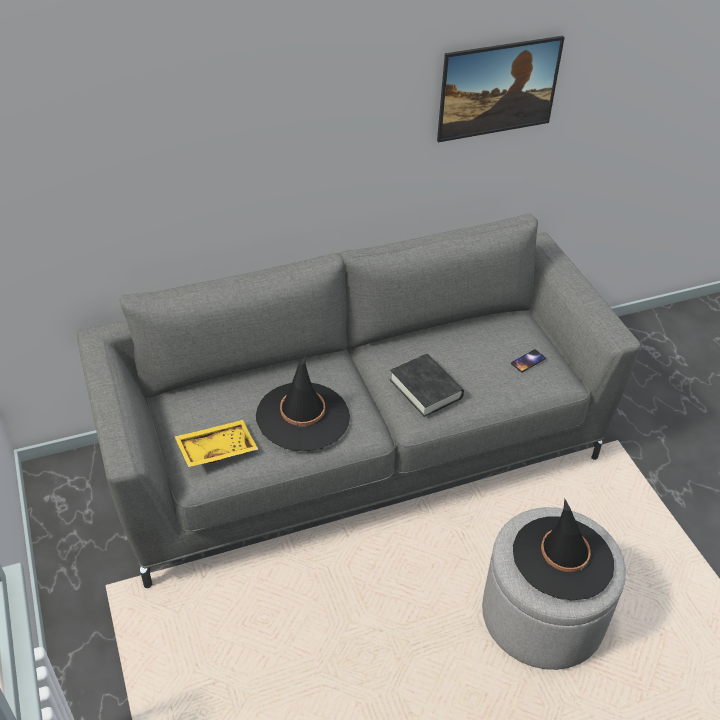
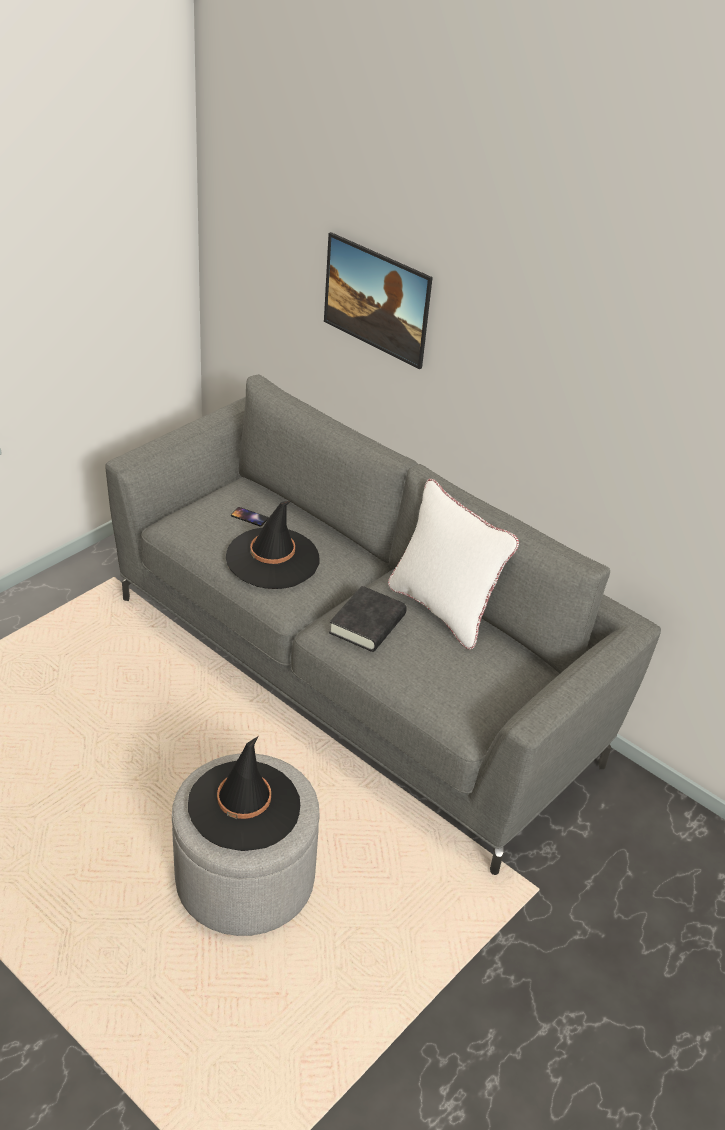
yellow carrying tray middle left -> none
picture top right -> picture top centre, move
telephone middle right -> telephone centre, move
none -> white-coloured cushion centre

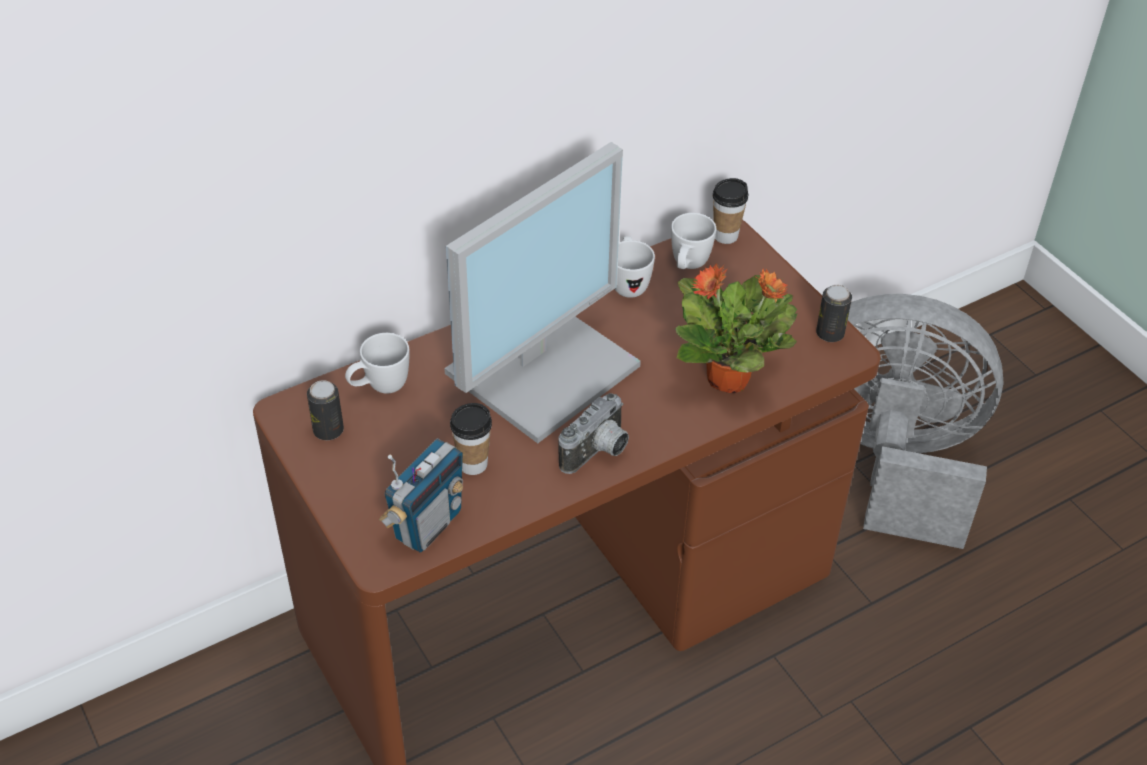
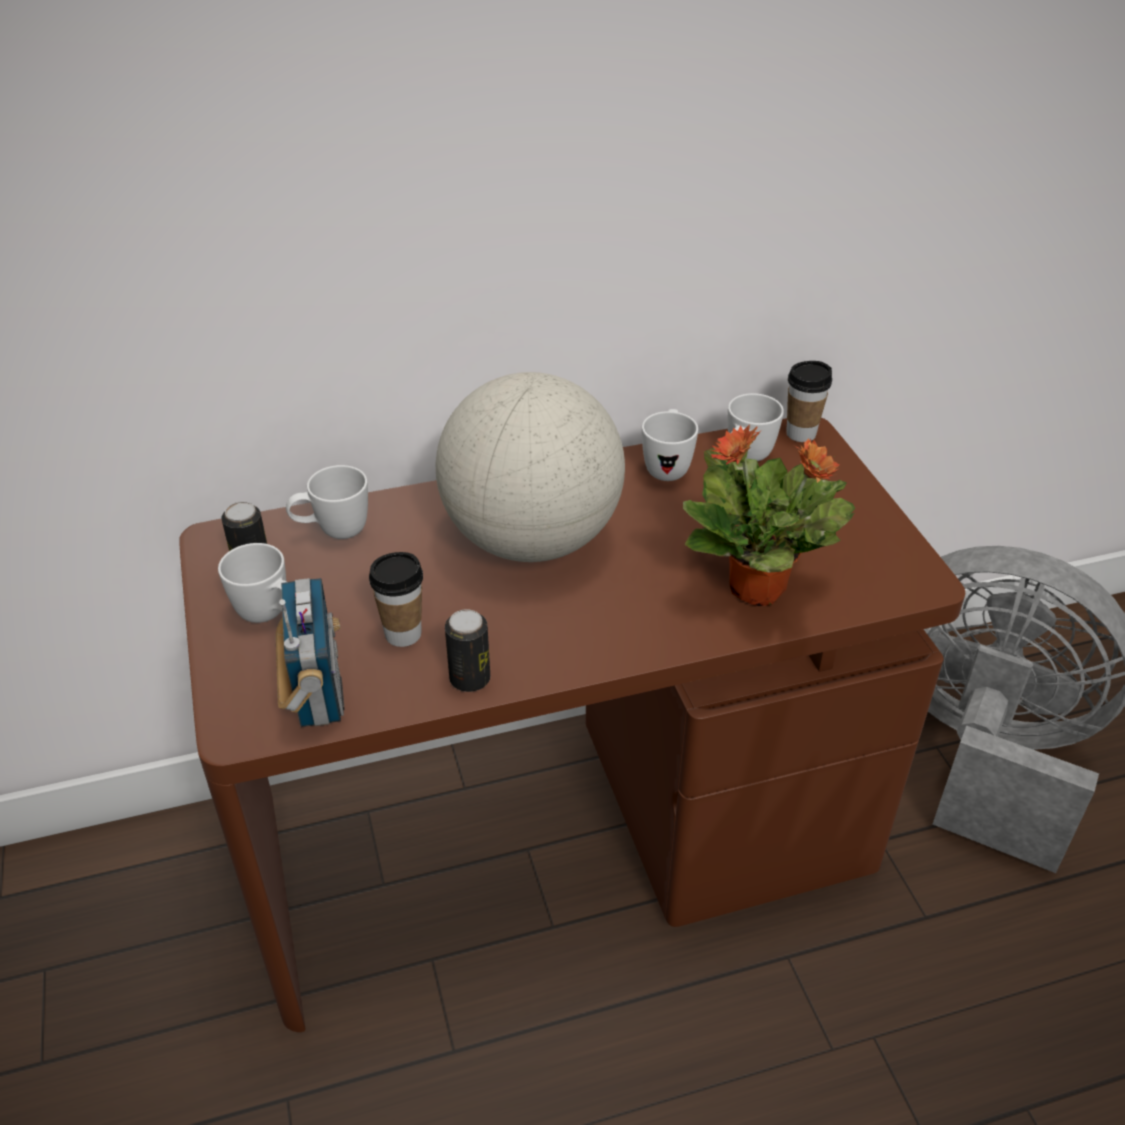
radio set centre -> radio set middle left, 60 degrees counterclockwise
computer screen centre -> desk globe centre
photo camera centre -> none
metal can (2nd from left) middle right -> metal can (2nd from left) centre, move
none -> white-coloured tea mug (1st from left) middle left

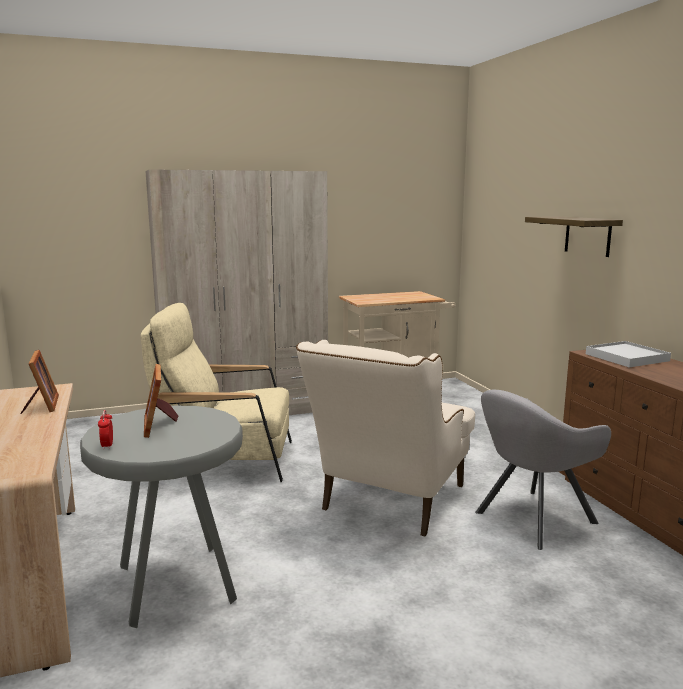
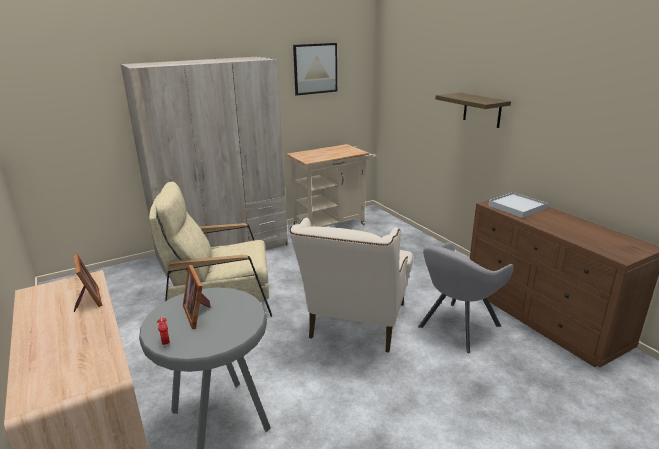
none -> picture top centre

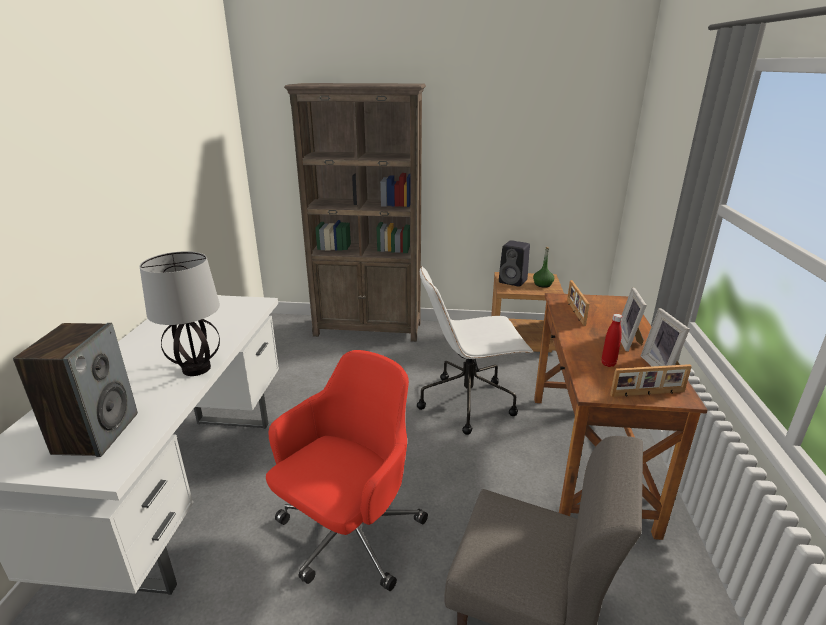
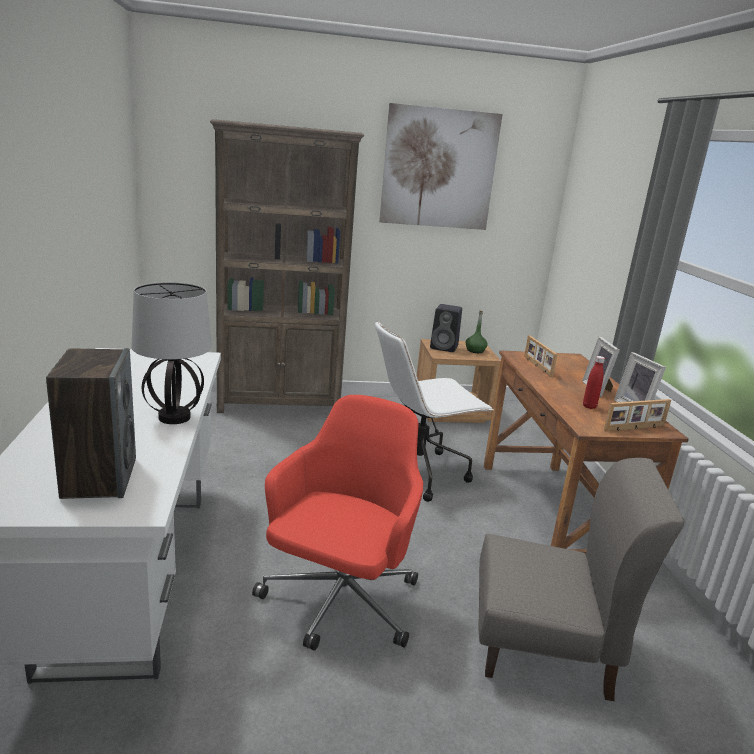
none -> picture top centre

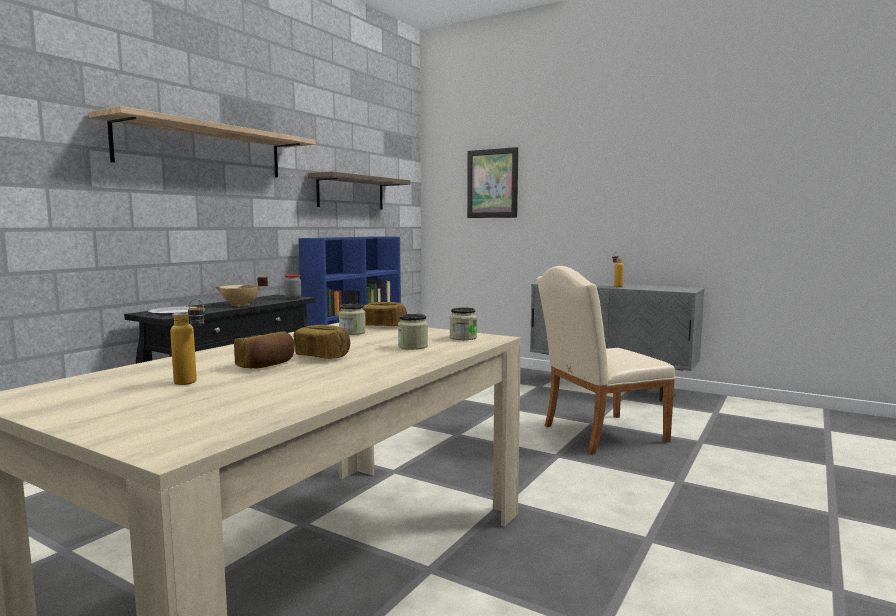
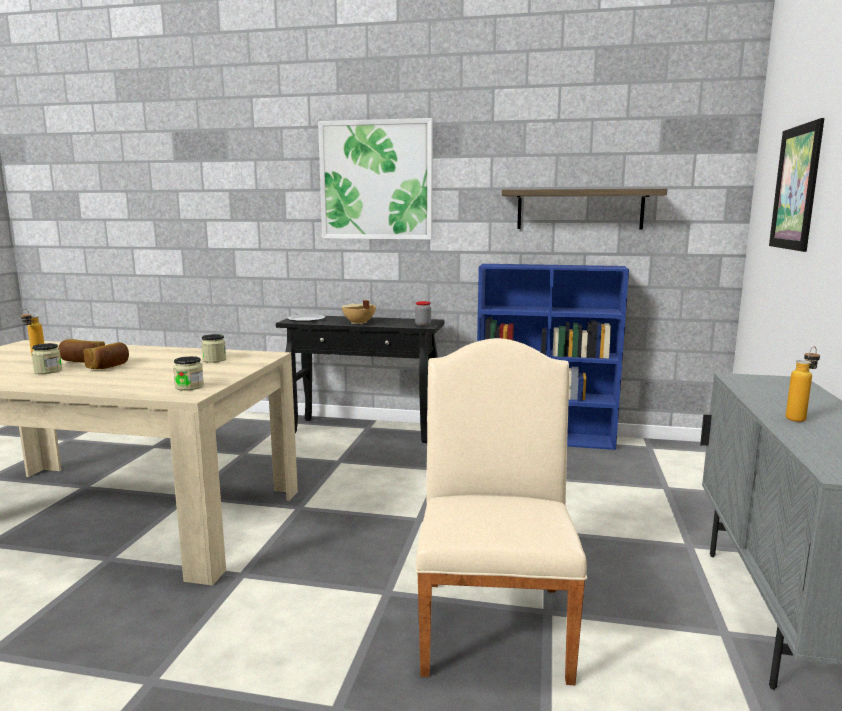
wall shelf (1st from left) top left -> picture (1st from left) top centre
bakery bread (3rd from left) centre -> none
preserve jar (3rd from left in the first image) centre -> preserve jar (1st from left) middle left, move
beige-coloured plain chair middle right -> beige-coloured plain chair bottom centre, 45 degrees clockwise

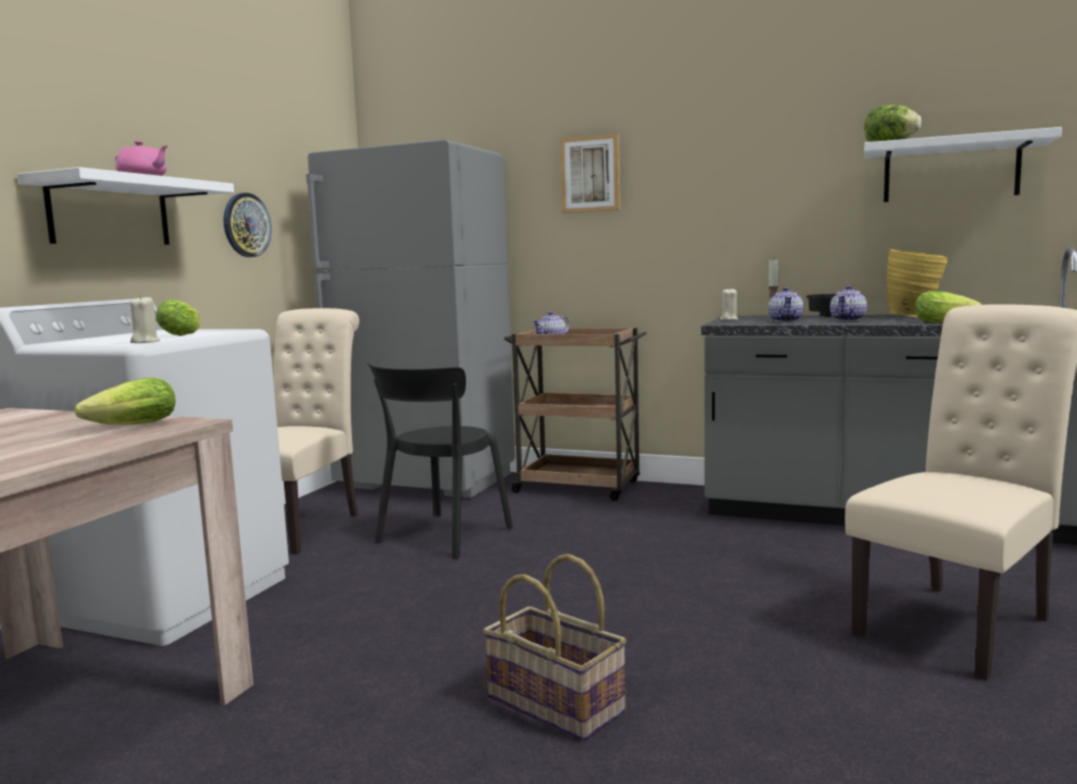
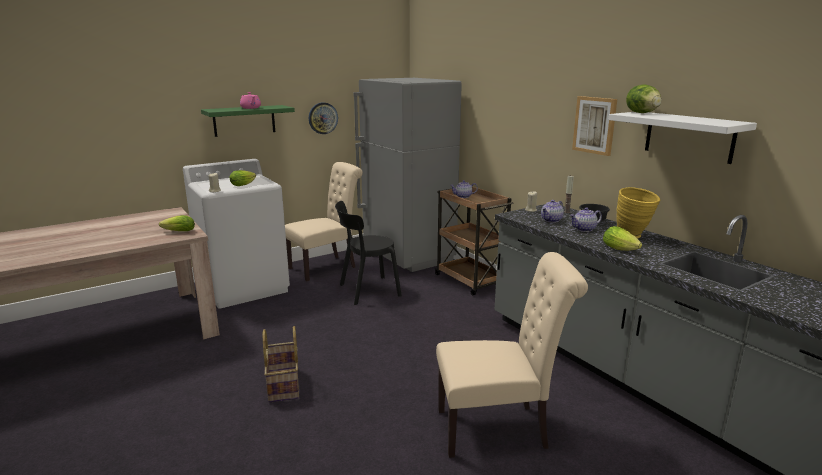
white-coloured wall shelf (1st from left) top left -> green wall shelf top left
picture top centre -> picture top right, move

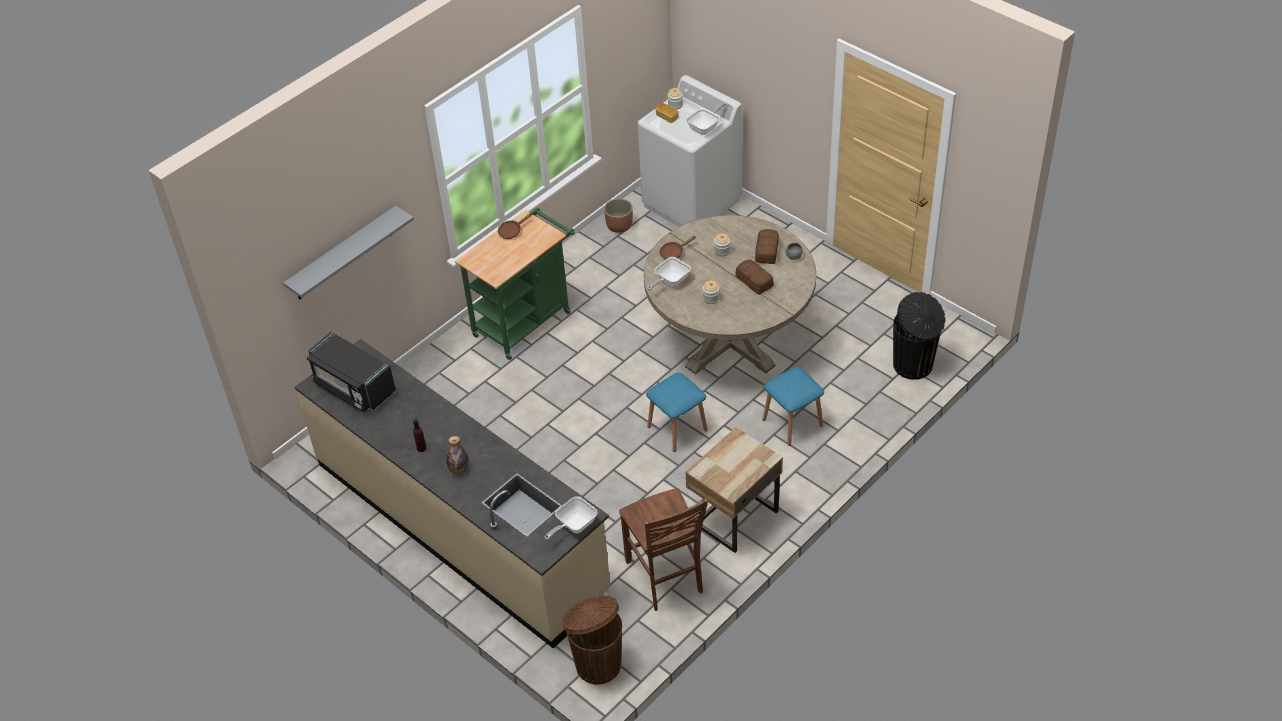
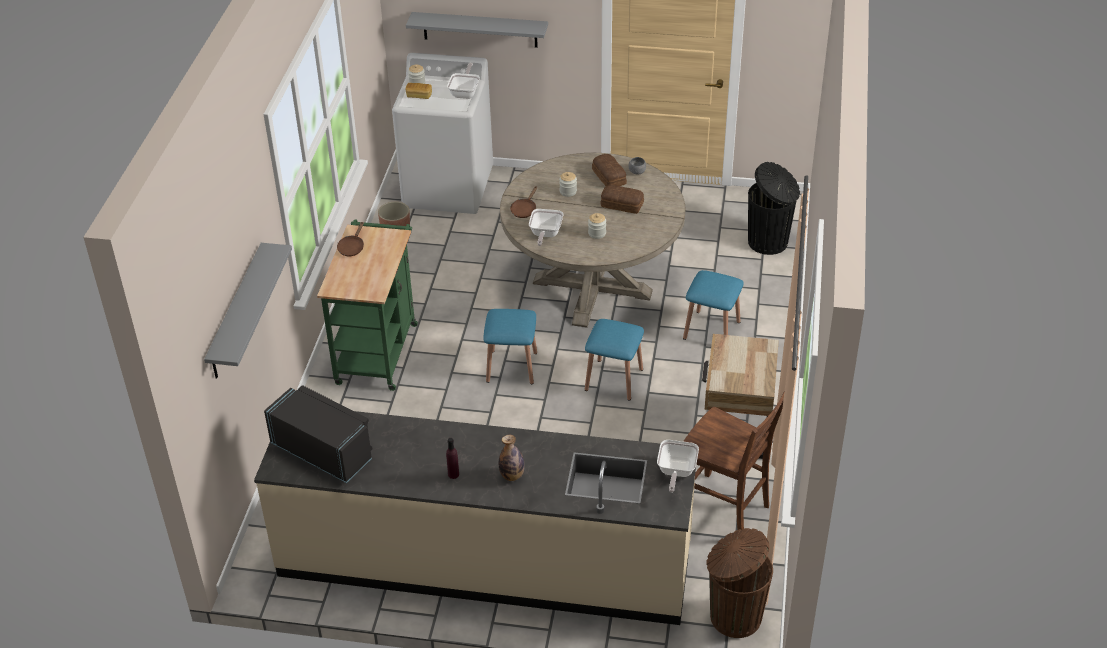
black-coloured kitchen microwave middle left -> black-coloured kitchen microwave bottom left, 150 degrees counterclockwise
none -> greyish wall shelf (2nd from left) top centre
none -> bluish sitting stool (1st from left) centre

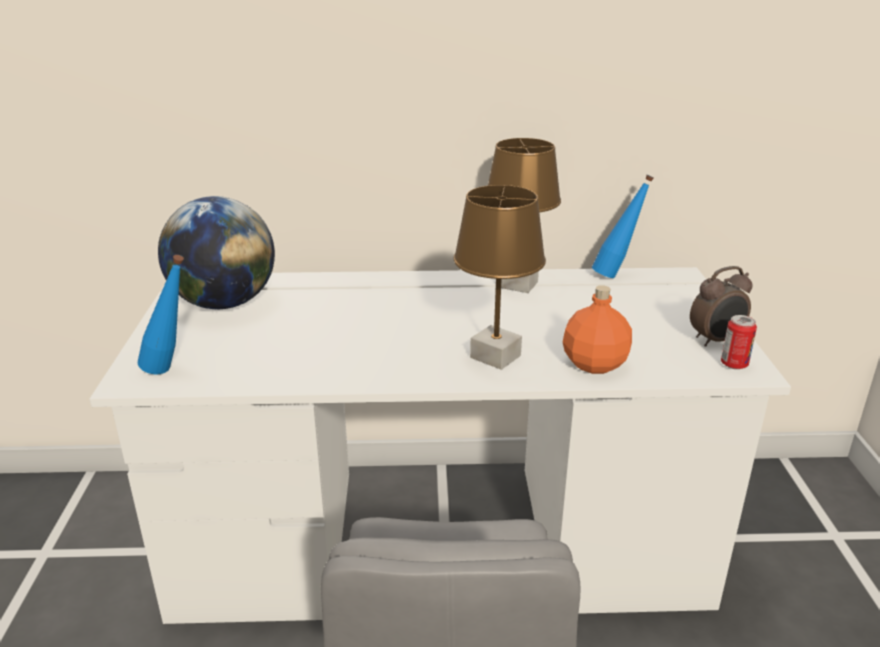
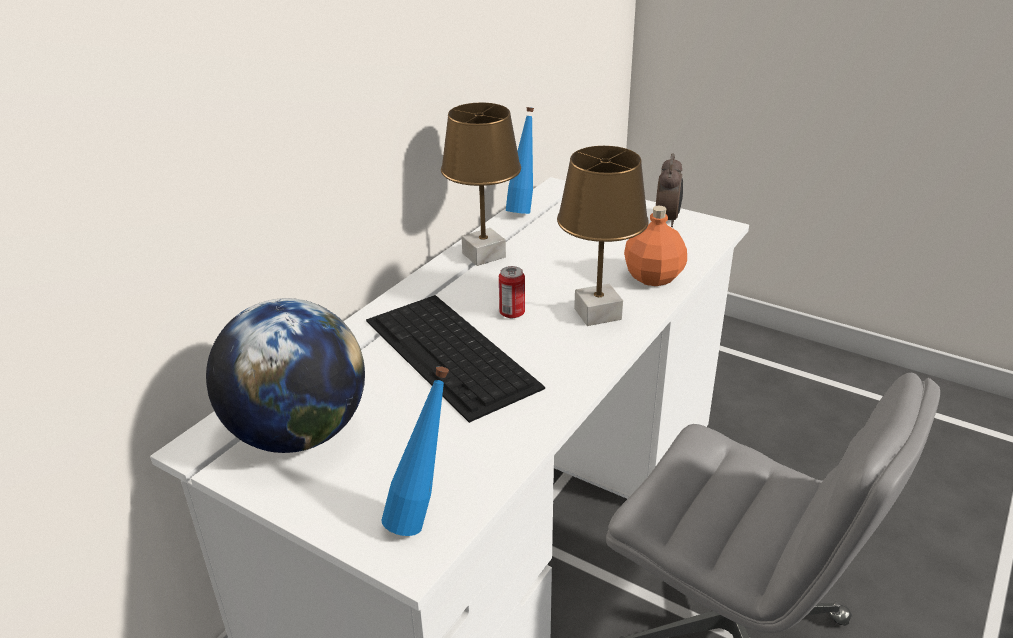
metal can middle right -> metal can centre, move
none -> computer keyboard centre

